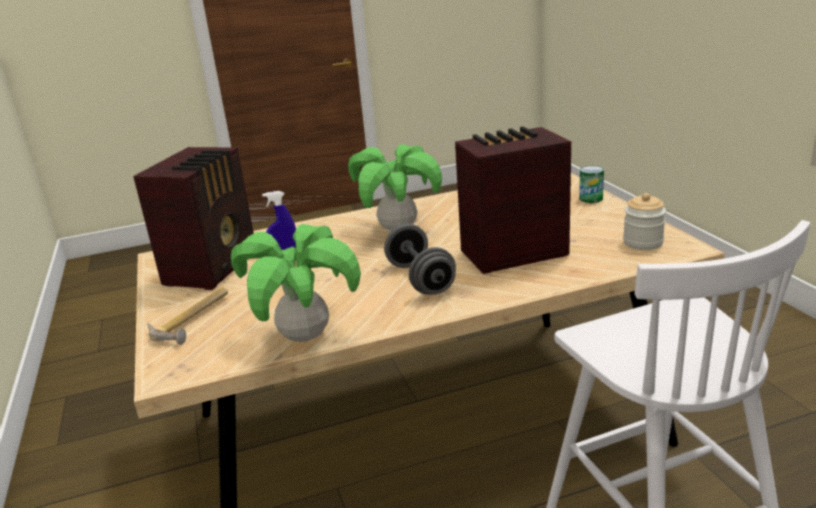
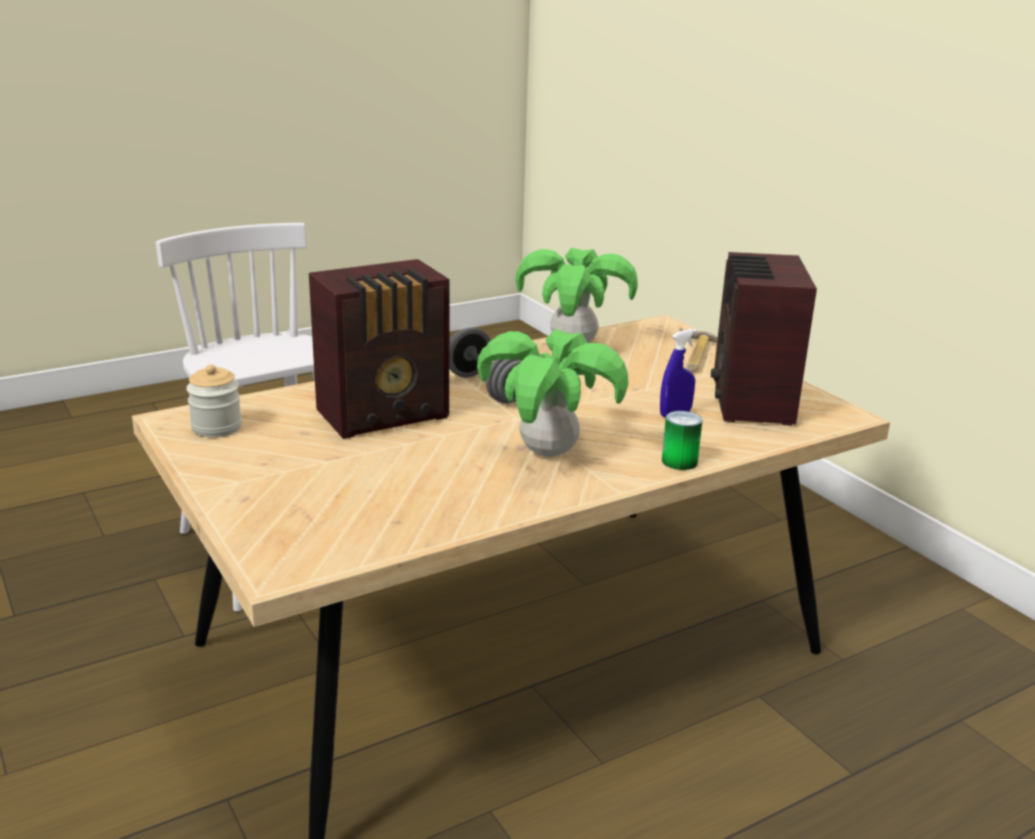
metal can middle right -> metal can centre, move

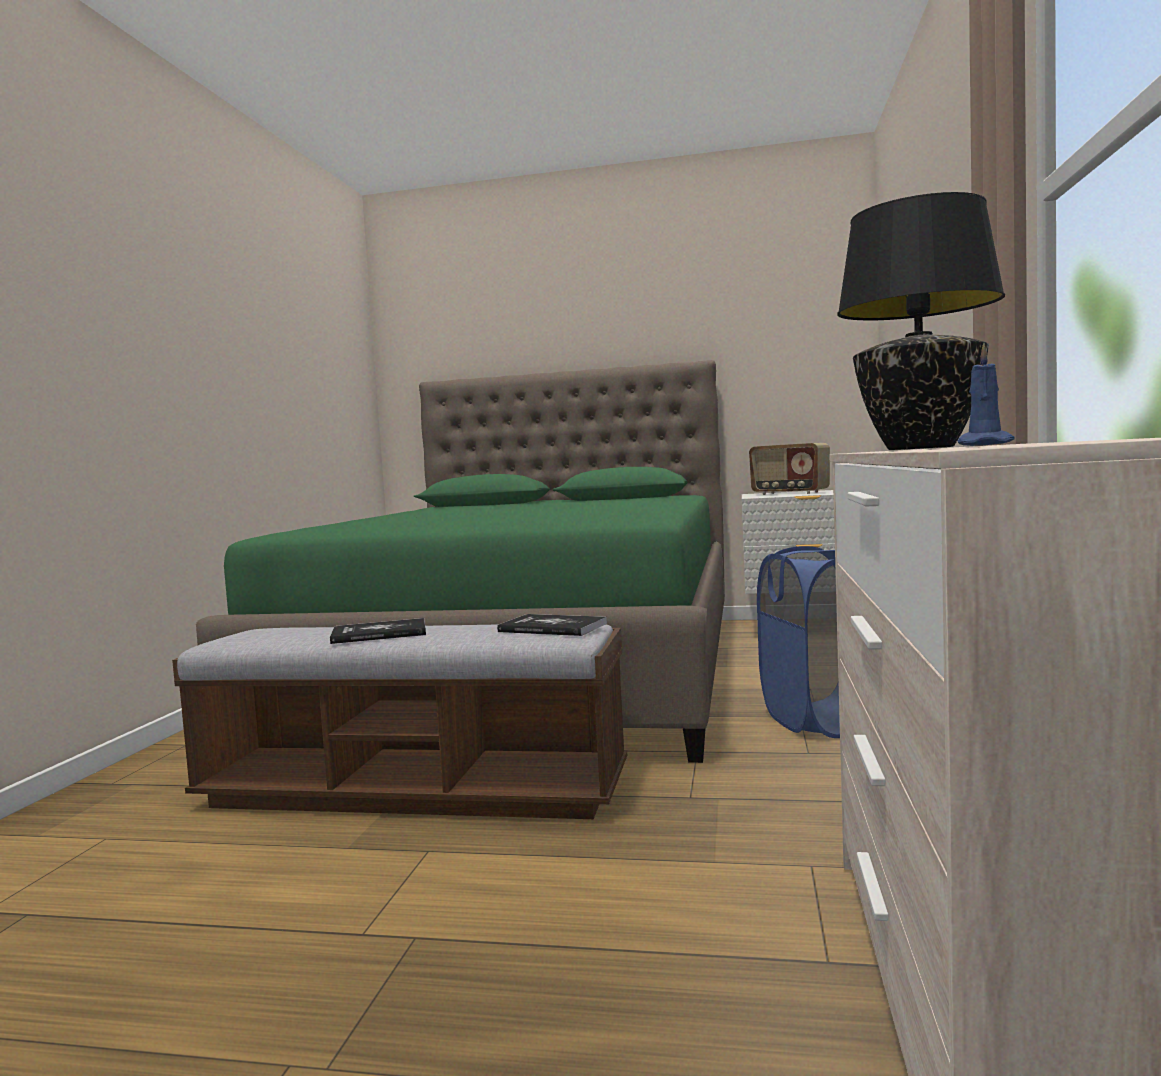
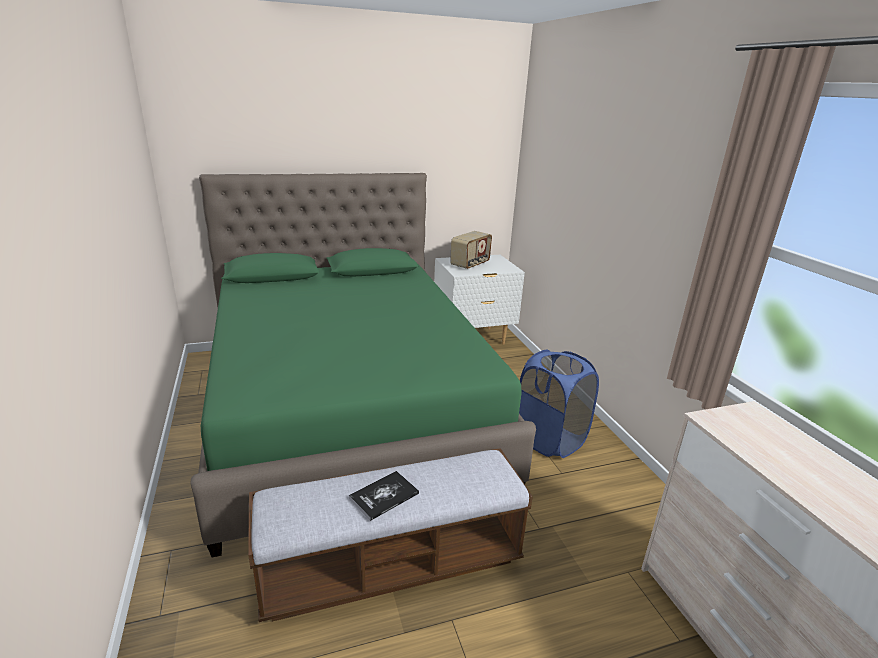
book (2nd from left) centre -> none
radio set middle right -> radio set centre, 60 degrees counterclockwise
black-coloured table lamp top right -> none
bluish wax candle middle right -> none

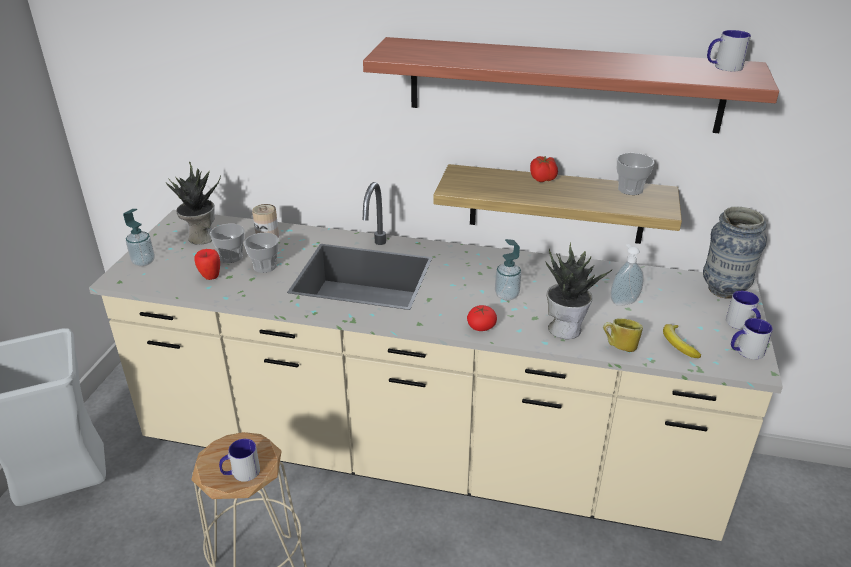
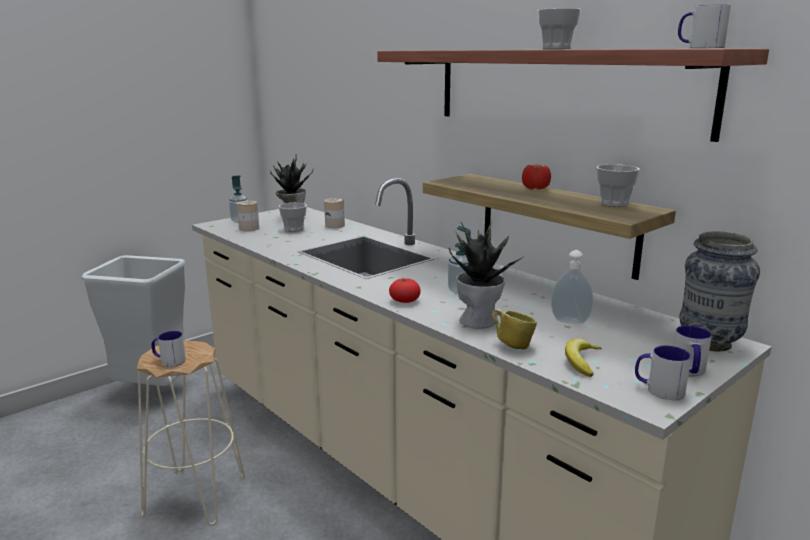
apple middle left -> none
cup (2nd from left) middle left -> cup (2nd from left) top right, move
none -> metal can (1st from left) middle left

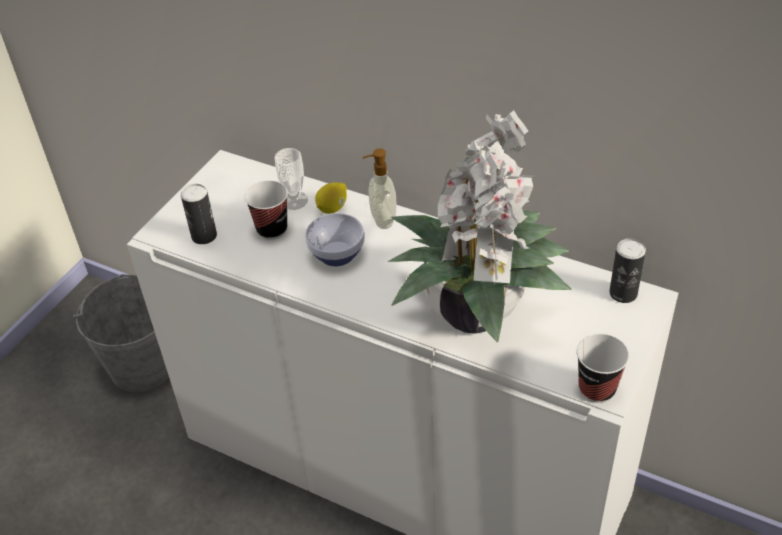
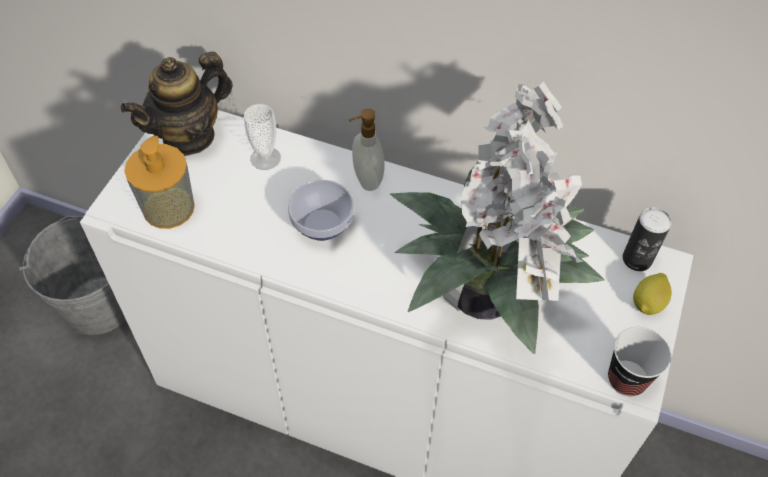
metal can (1st from left) middle left -> soap bottle (1st from left) middle left
cup (1st from left) centre -> none
lemon centre -> lemon middle right, move
none -> tea pot top left

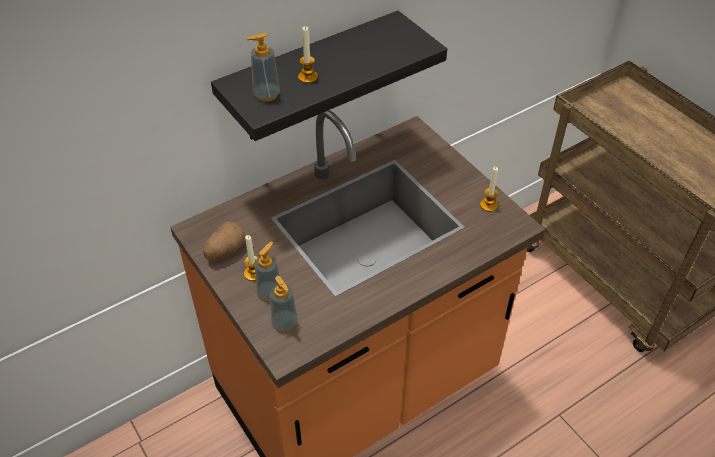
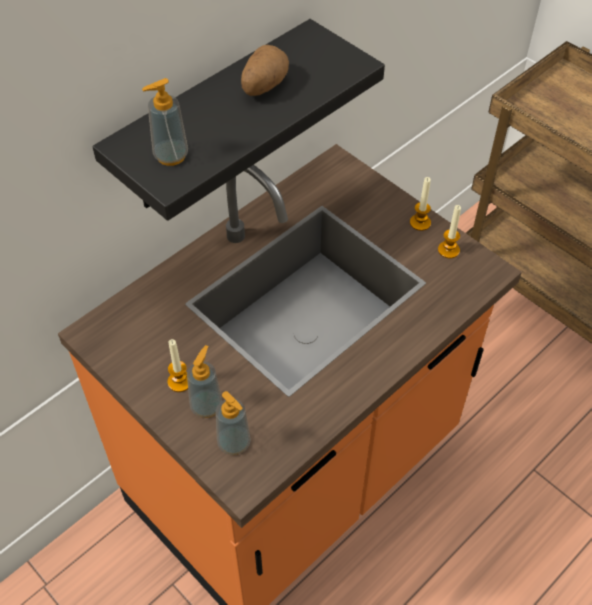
whole potato middle left -> whole potato top centre, move
wax candle (2nd from left) top centre -> wax candle (2nd from left) middle right, move

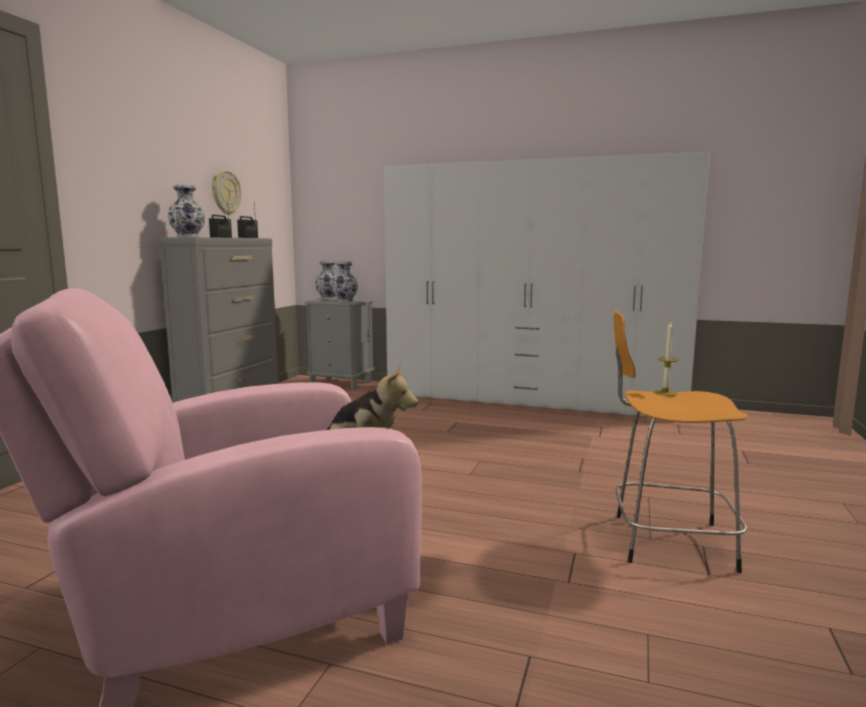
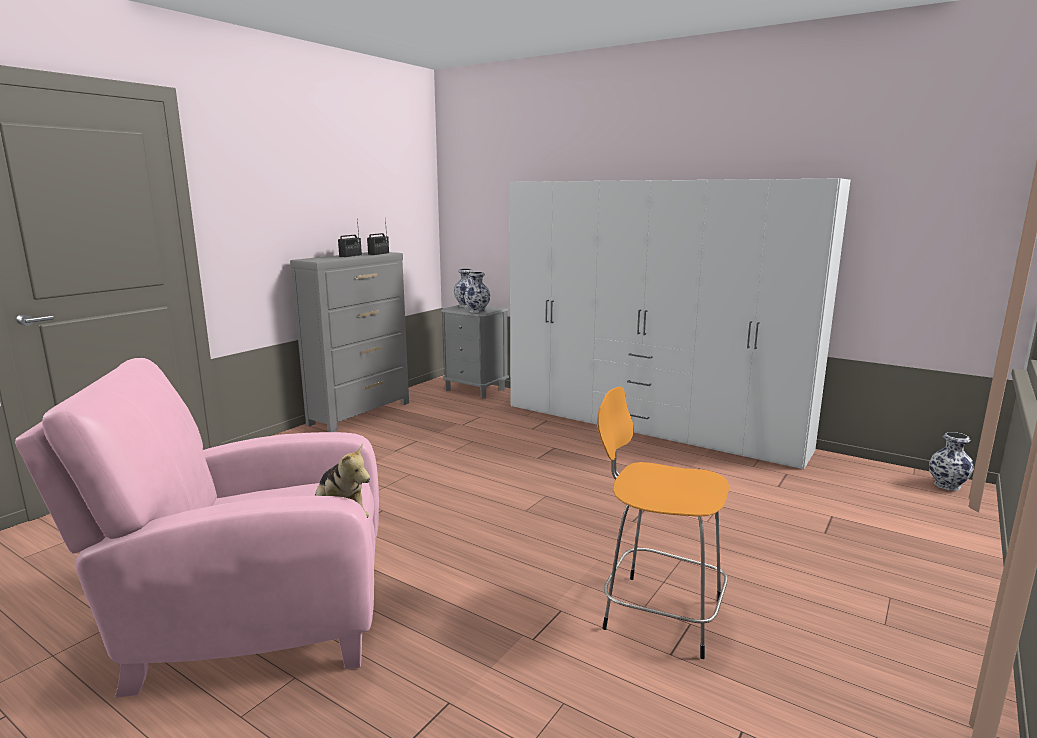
vase (1st from left in the first image) top left -> vase (3rd from left) middle right, move
hanging clock top left -> none
wax candle middle right -> none

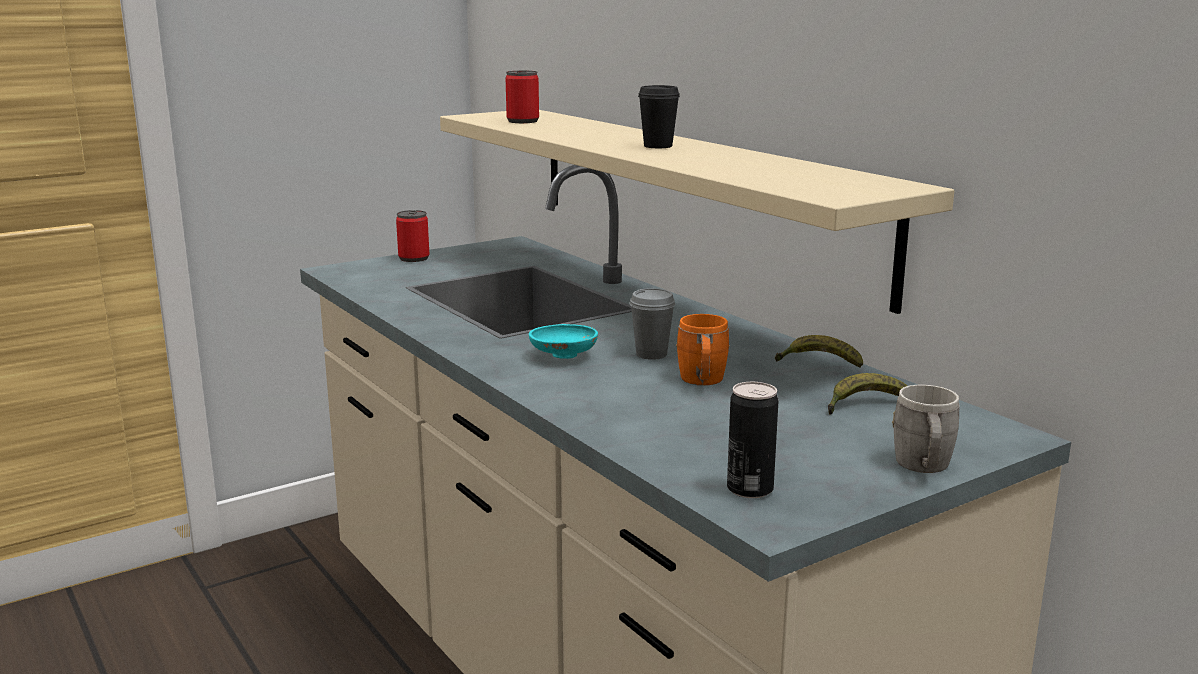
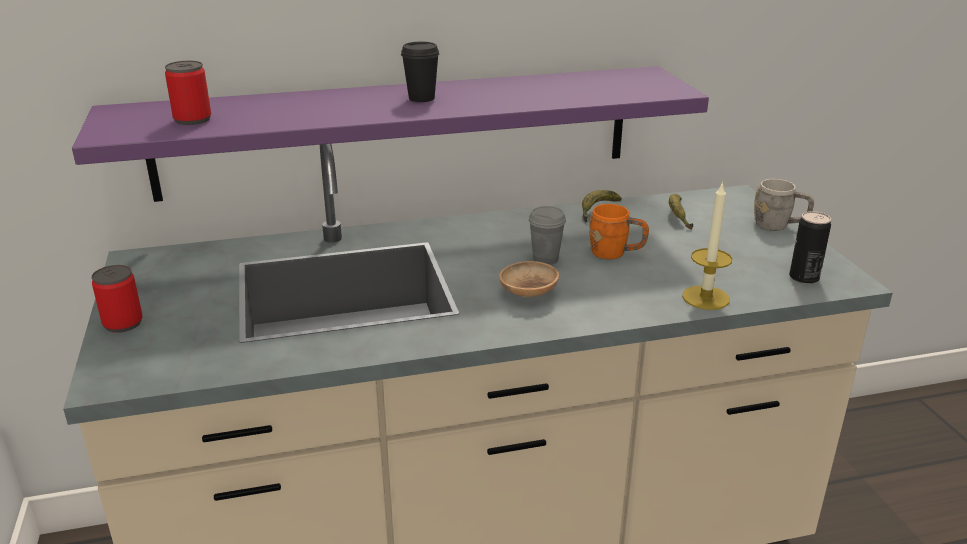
beige-coloured wall shelf top centre -> purple-coloured wall shelf top centre
blue-green bowl centre -> brown bowl centre
none -> wax candle middle right

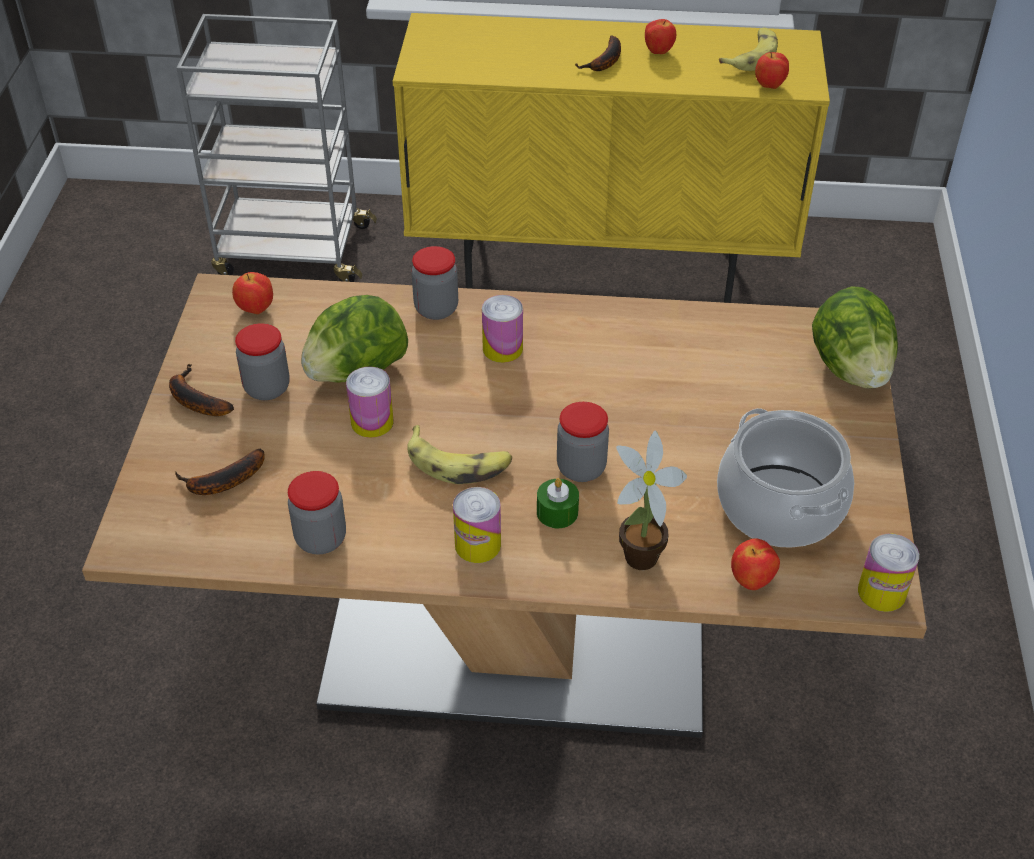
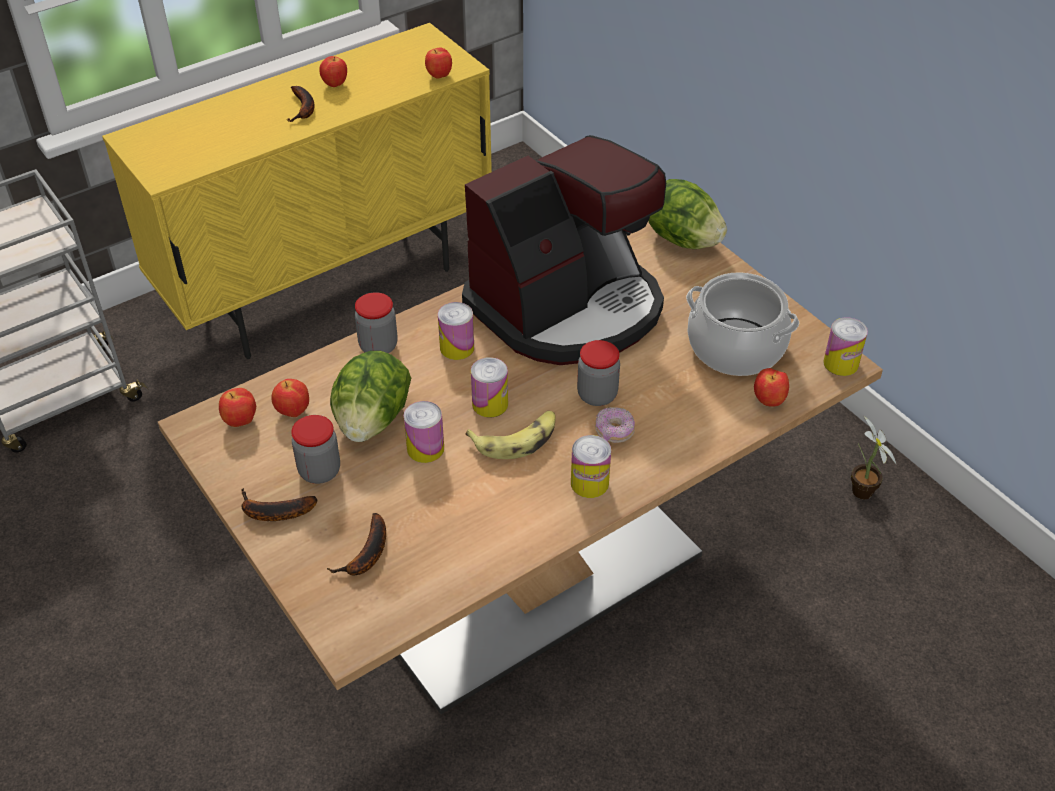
preserve jar (2nd from left) middle left -> none
green wax candle centre -> doughnut centre
potted plant centre -> potted plant middle right, move
banana fruit (5th from left) top right -> none
none -> apple (2nd from left) middle left
none -> coffee machine top centre
none -> metal can (3rd from left) centre

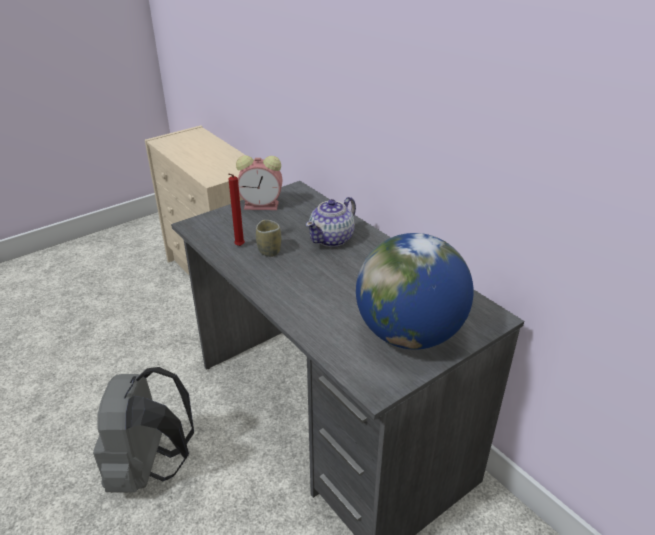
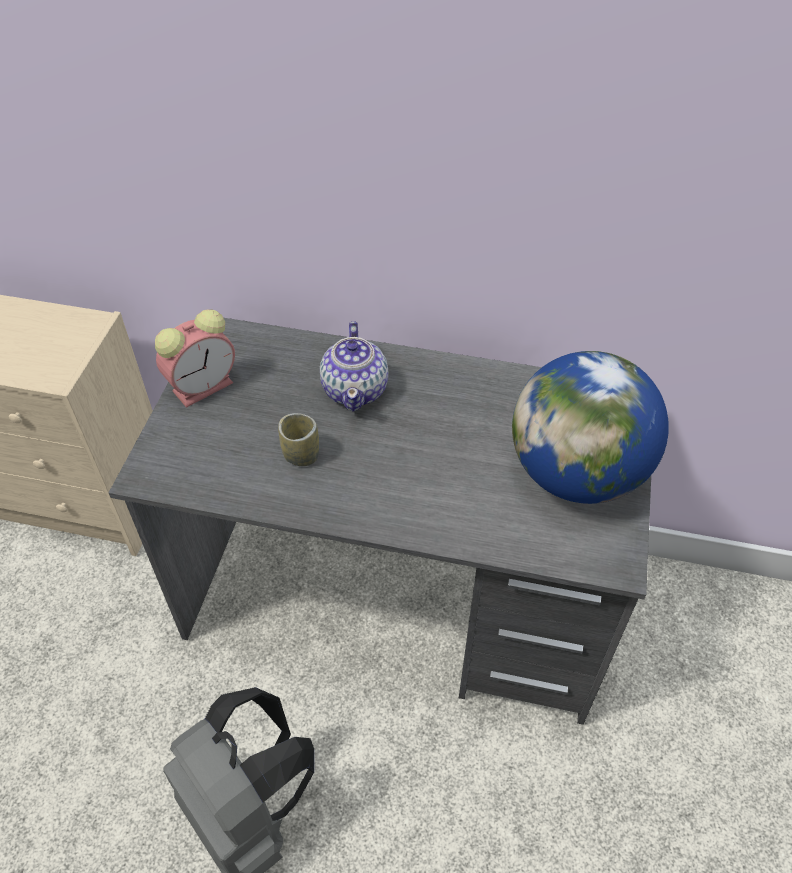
red wax candle centre -> none

